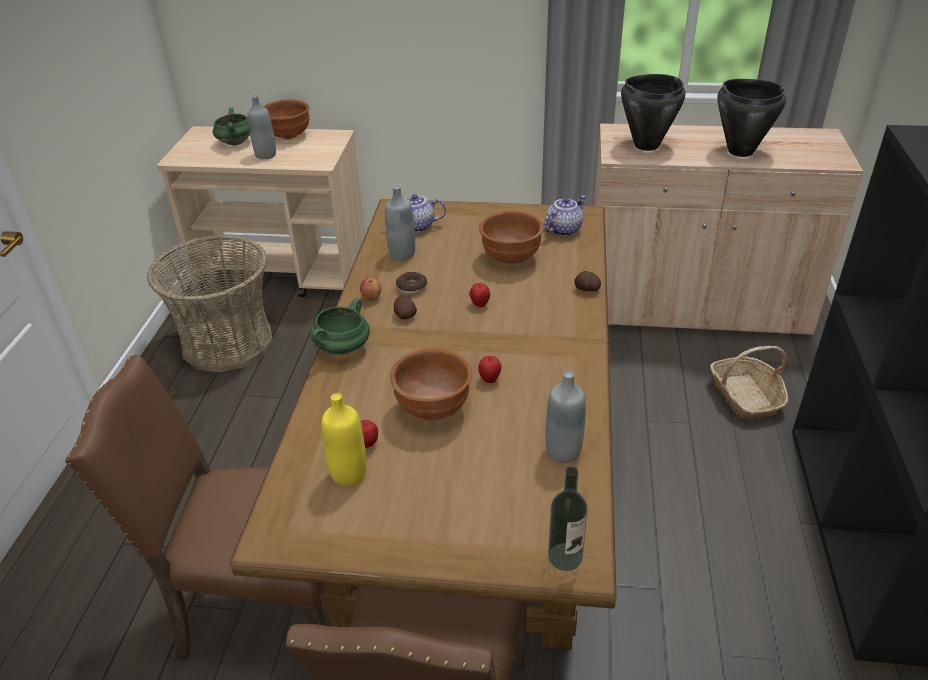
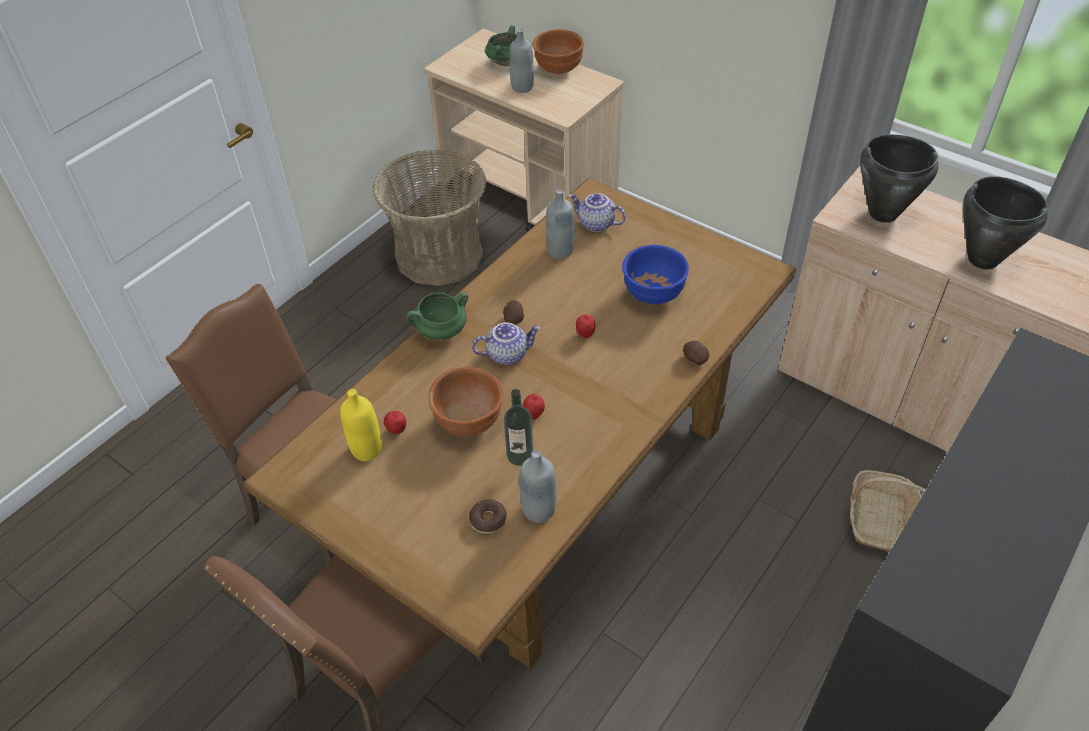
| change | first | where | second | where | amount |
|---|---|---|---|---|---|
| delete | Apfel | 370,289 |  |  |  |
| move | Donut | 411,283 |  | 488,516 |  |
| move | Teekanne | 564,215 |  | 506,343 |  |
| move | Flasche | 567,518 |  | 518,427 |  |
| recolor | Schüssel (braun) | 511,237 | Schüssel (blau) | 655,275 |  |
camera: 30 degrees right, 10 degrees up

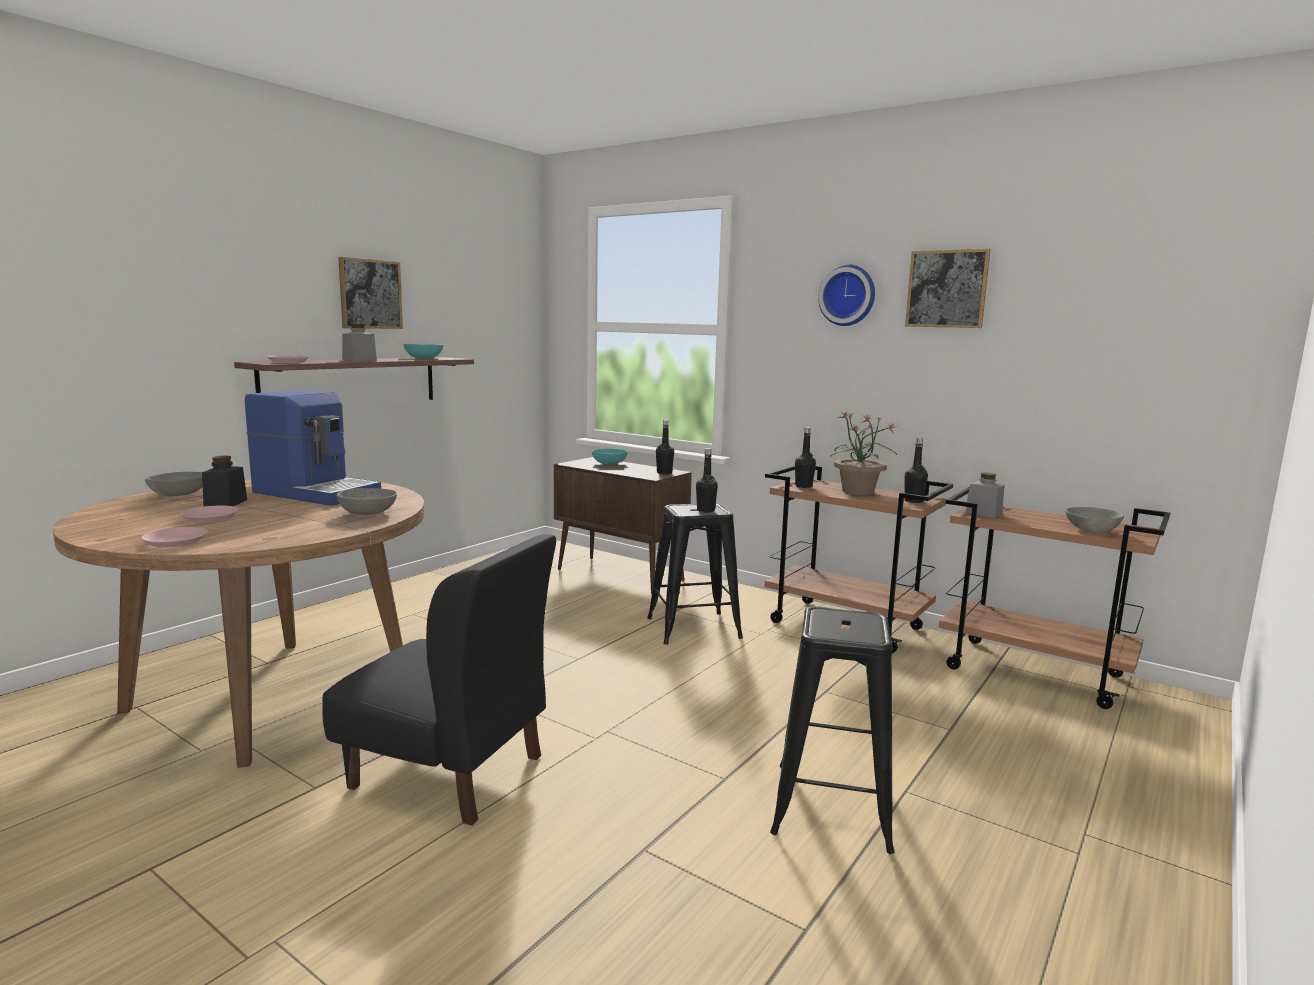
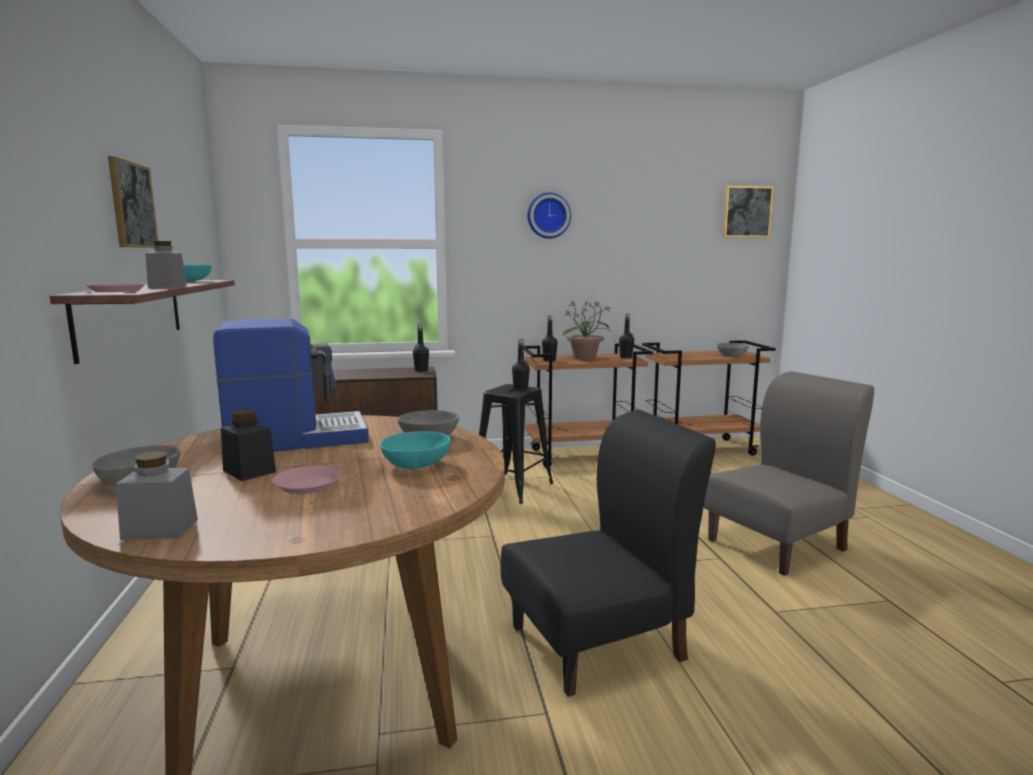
| change | first | where | second | where | amount |
|---|---|---|---|---|---|
| delete | Teller (rosa) | 174,537 |  |  |  |
| move | Schüssel (türkis) | 610,456 |  | 415,450 |  |
| move | Bild | 948,288 |  | 748,211 |  |
| move | Vorratsglas (grau) | 984,495 |  | 157,495 |  |
| replace | Hocker (schwarz) | 832,730 | Stuhl (grau) | 788,473 |  |
camera: 45 degrees left, 0 degrees up

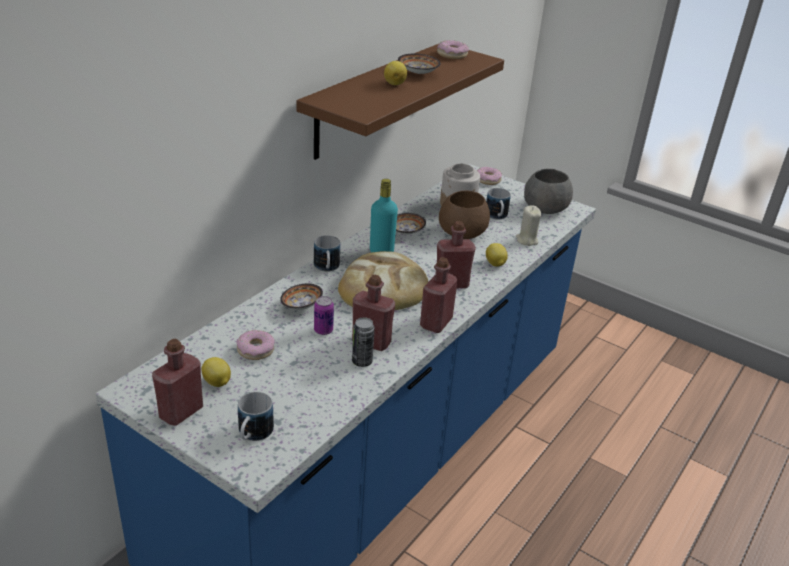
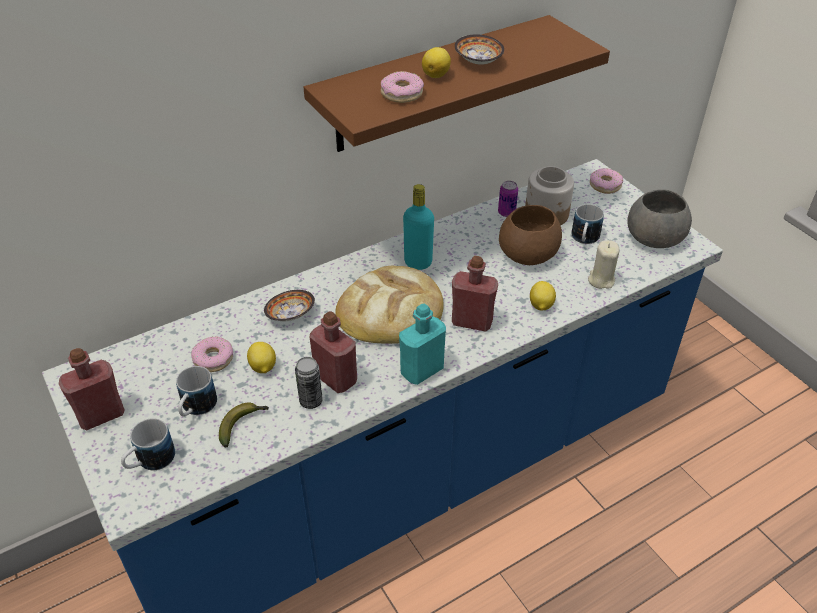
| change | first | where | second | where | amount |
|---|---|---|---|---|---|
| delete | Schüssel | 411,224 |  |  |  |
| insert |  |  | Banane | 244,425 |  |
| move | Zitrone | 216,372 |  | 261,357 |  |
| move | Henkelbecher | 327,253 |  | 196,391 |  |
| move | Dose | 324,315 |  | 508,199 |  |
| move | Donut | 453,49 |  | 402,87 |  |
| recolor | Flasche (rot) | 439,295 | Flasche (türkis) | 422,344 |  |
camera: 25 degrees right, 10 degrees up

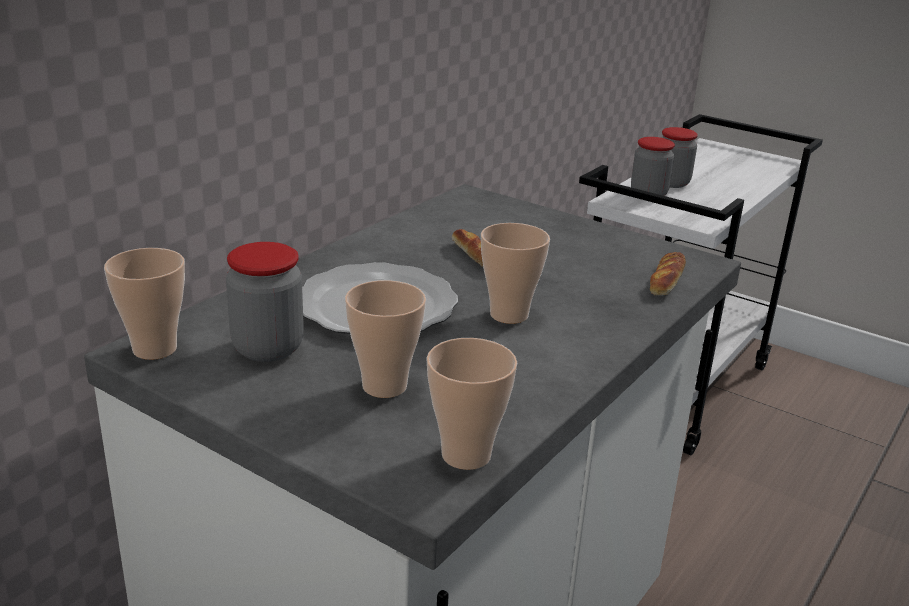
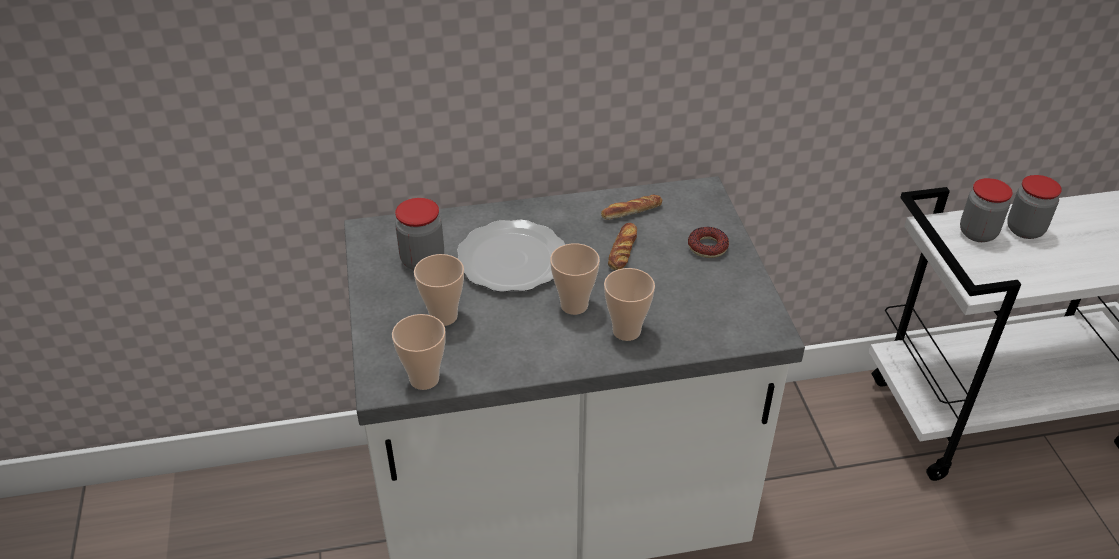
| change | first | where | second | where | amount |
|---|---|---|---|---|---|
| insert |  |  | Donut | 708,242 |  |
| move | Tasse | 144,304 |  | 629,304 |  |
| move | Brot | 668,273 |  | 631,207 |  |
camera: 45 degrees right, 15 degrees up

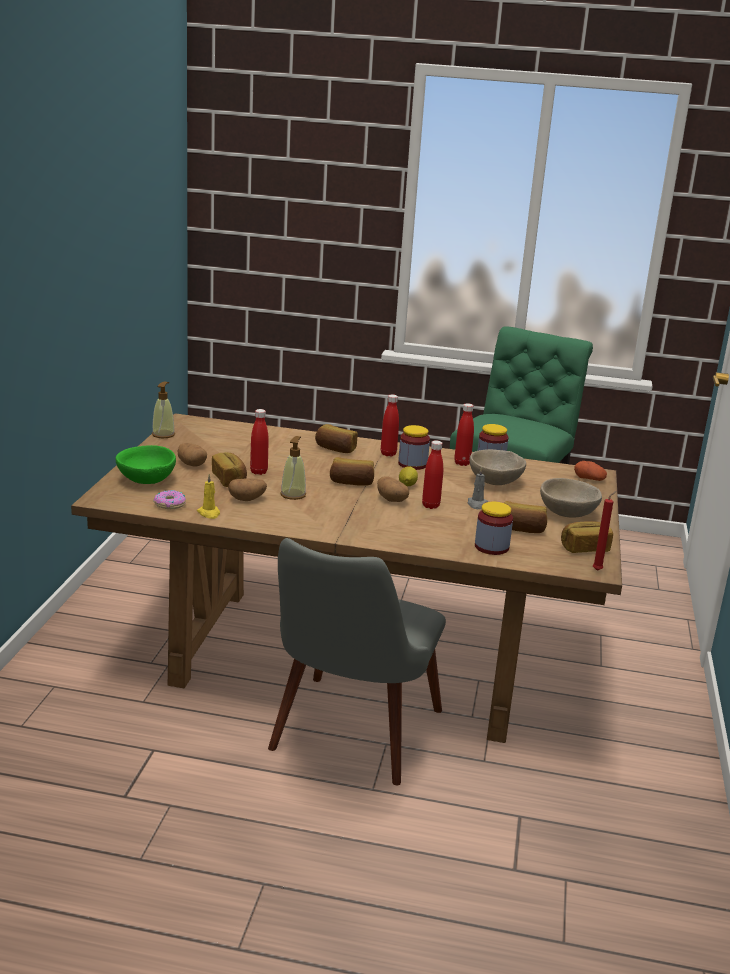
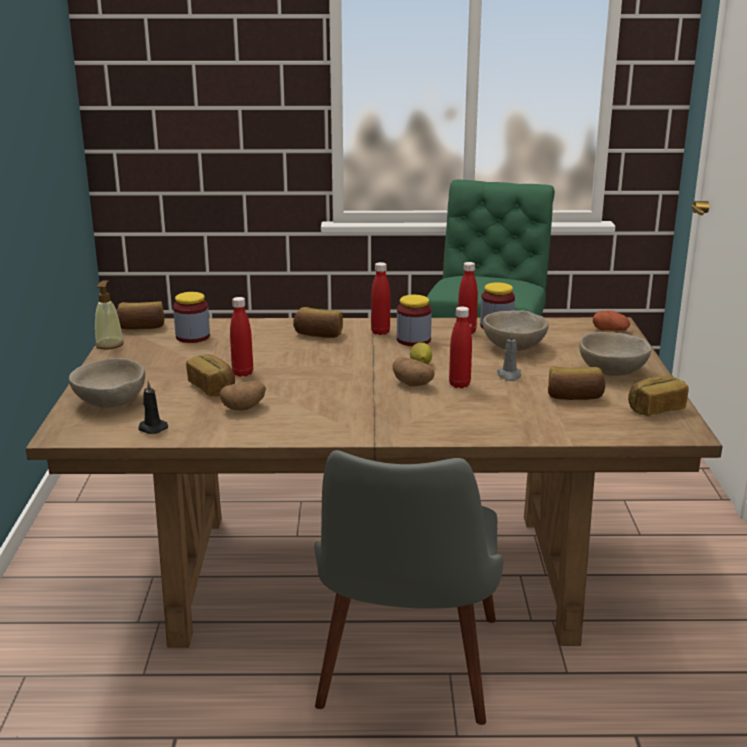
| change | first | where | second | where | amount |
|---|---|---|---|---|---|
| delete | Kartoffel | 192,455 |  |  |  |
| delete | Kerze (gelb) | 208,496 |  |  |  |
| delete | Seifenspender | 293,468 |  |  |  |
| delete | Kerze (rot) | 604,531 |  |  |  |
| move | Brot | 352,471 |  | 140,315 |  |
| move | Vorratsglas | 494,528 |  | 191,317 |  |
| replace | Donut | 170,499 | Kerze (schwarz) | 153,407 |  |
| recolor | Schüssel (grün) | 146,464 | Schüssel (beige) | 107,383 |  |
camera: 10 degrees left, 0 degrees up

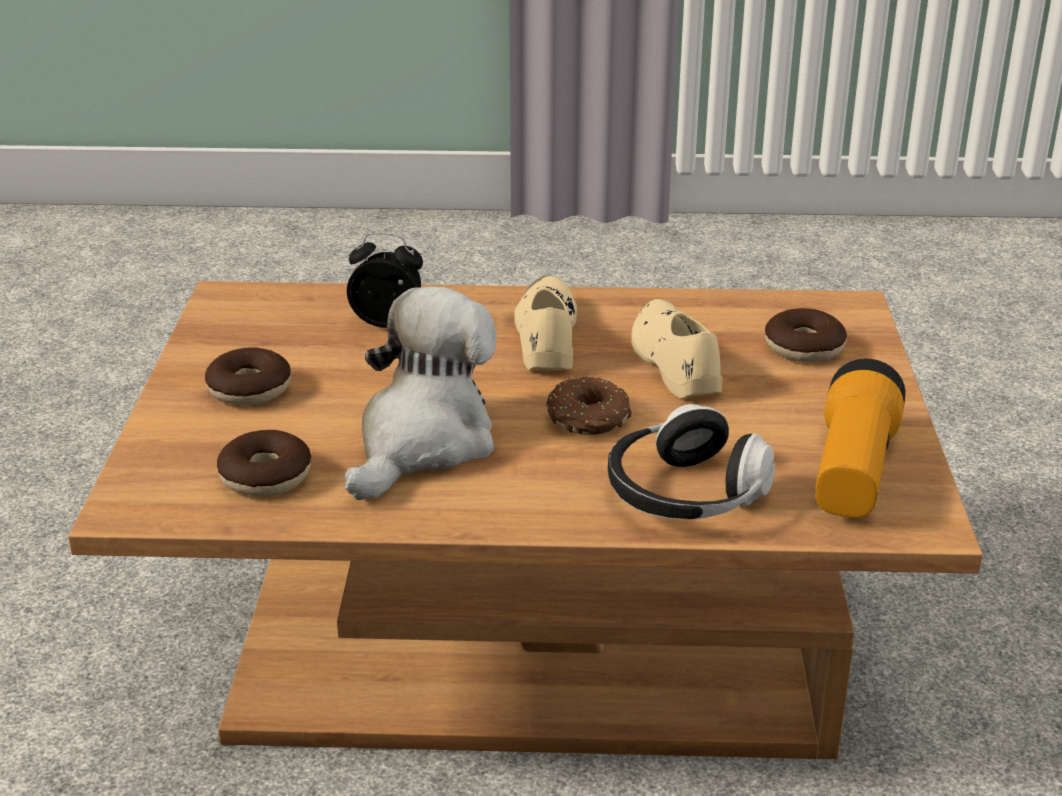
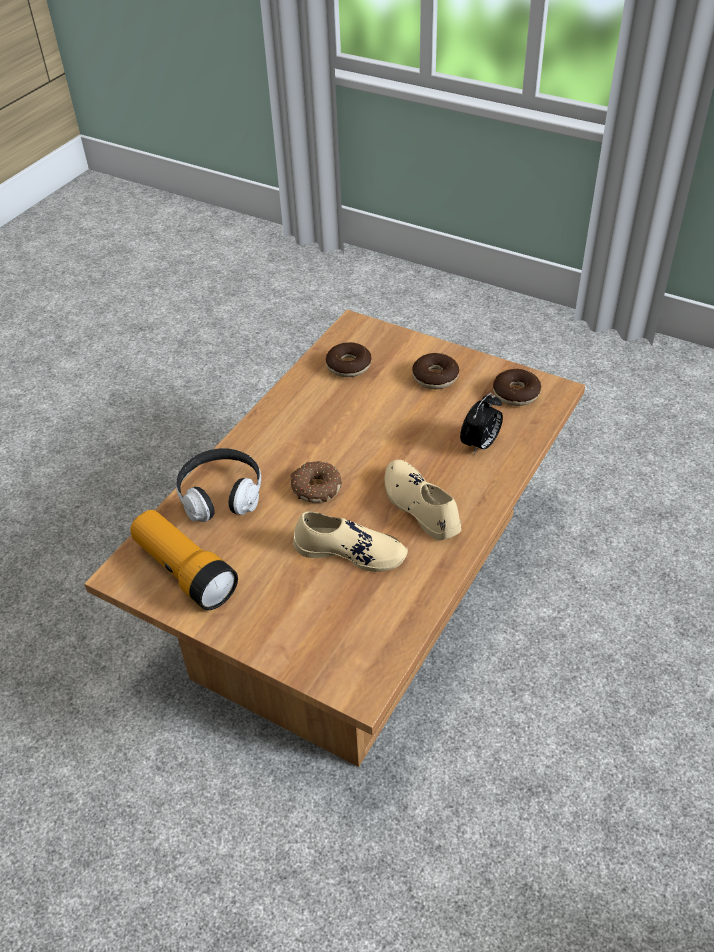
| change | first | where | second | where | amount |
|---|---|---|---|---|---|
| delete | Plüschtier | 420,393 |  |  |  |
| move | Donut | 806,335 |  | 517,387 |  |
| rotate | Schuh (beige) | 545,323 |  | 422,500 | 150 degrees counterclockwise |
camera: 120 degrees right, 15 degrees up

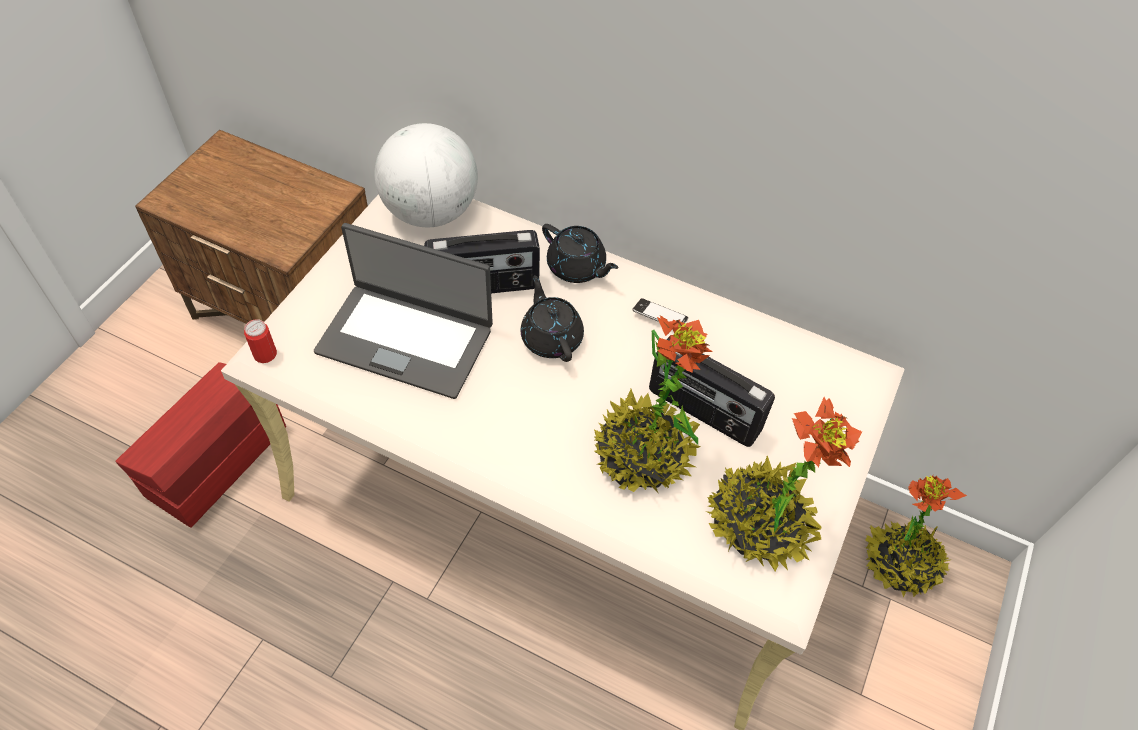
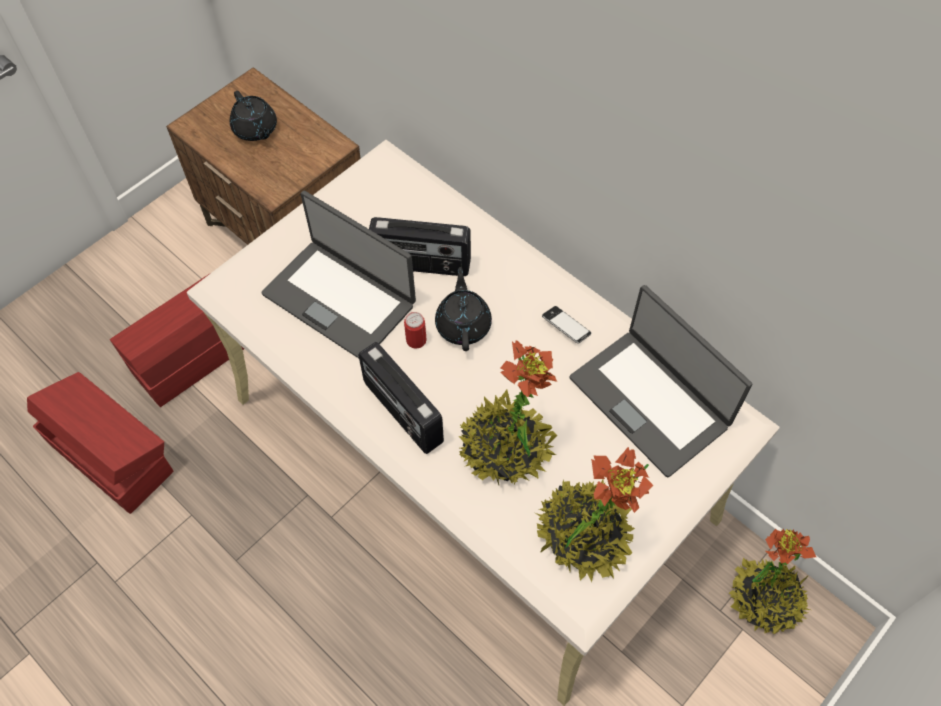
| change | first | where | second | where | amount |
|---|---|---|---|---|---|
| delete | Globus | 426,175 |  |  |  |
| insert |  |  | Aufbewahrungsbox (rot) | 100,443 |  |
| insert |  |  | Laptop | 661,381 |  |
| move | Dose | 260,341 |  | 415,330 |  |
| move | Teekanne (schwarz) | 580,253 |  | 253,116 |  |
| move | Radio | 712,392 |  | 401,398 |  |
camera: 20 degrees right, 5 degrees up

